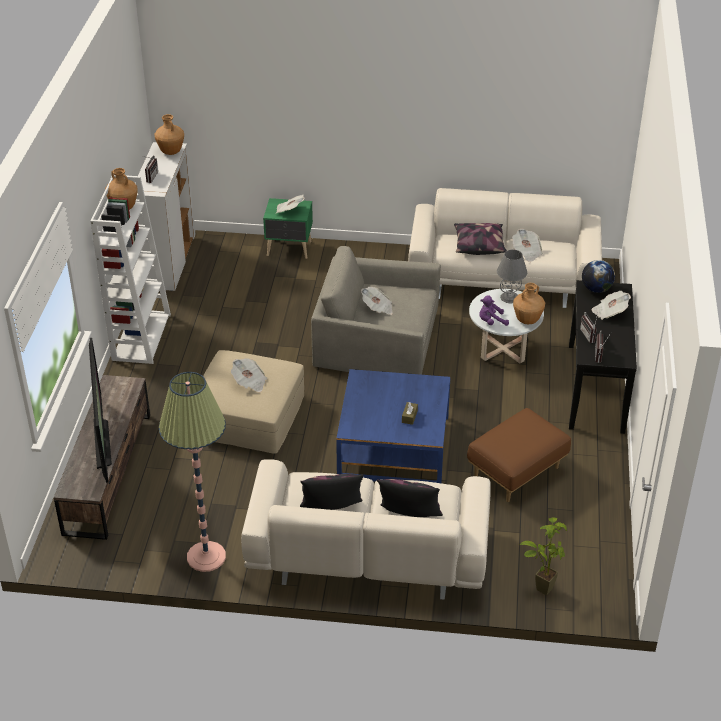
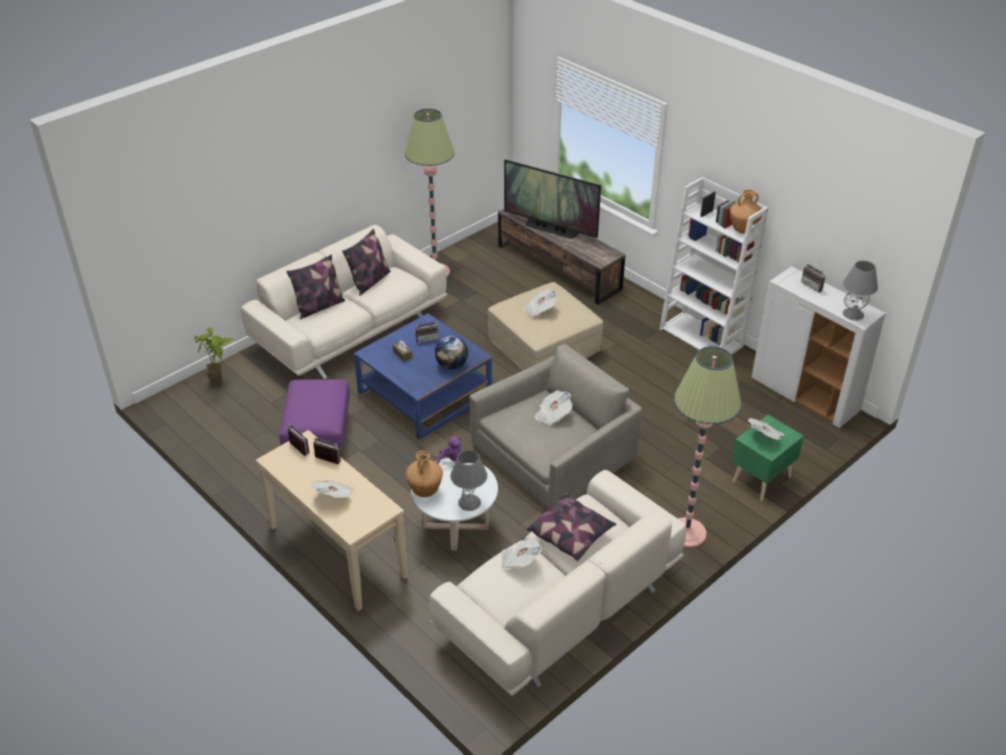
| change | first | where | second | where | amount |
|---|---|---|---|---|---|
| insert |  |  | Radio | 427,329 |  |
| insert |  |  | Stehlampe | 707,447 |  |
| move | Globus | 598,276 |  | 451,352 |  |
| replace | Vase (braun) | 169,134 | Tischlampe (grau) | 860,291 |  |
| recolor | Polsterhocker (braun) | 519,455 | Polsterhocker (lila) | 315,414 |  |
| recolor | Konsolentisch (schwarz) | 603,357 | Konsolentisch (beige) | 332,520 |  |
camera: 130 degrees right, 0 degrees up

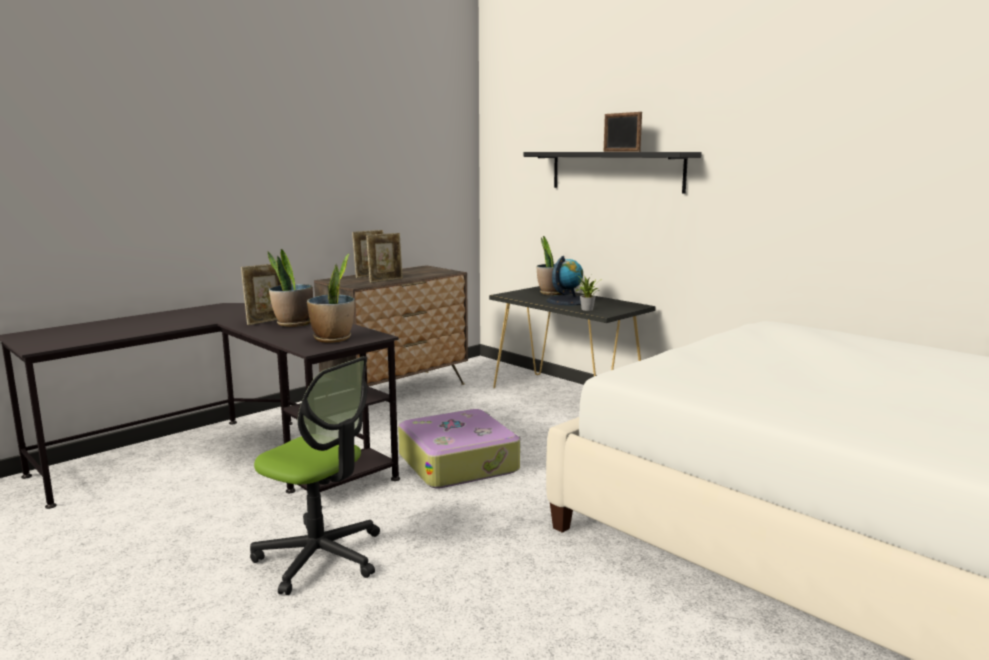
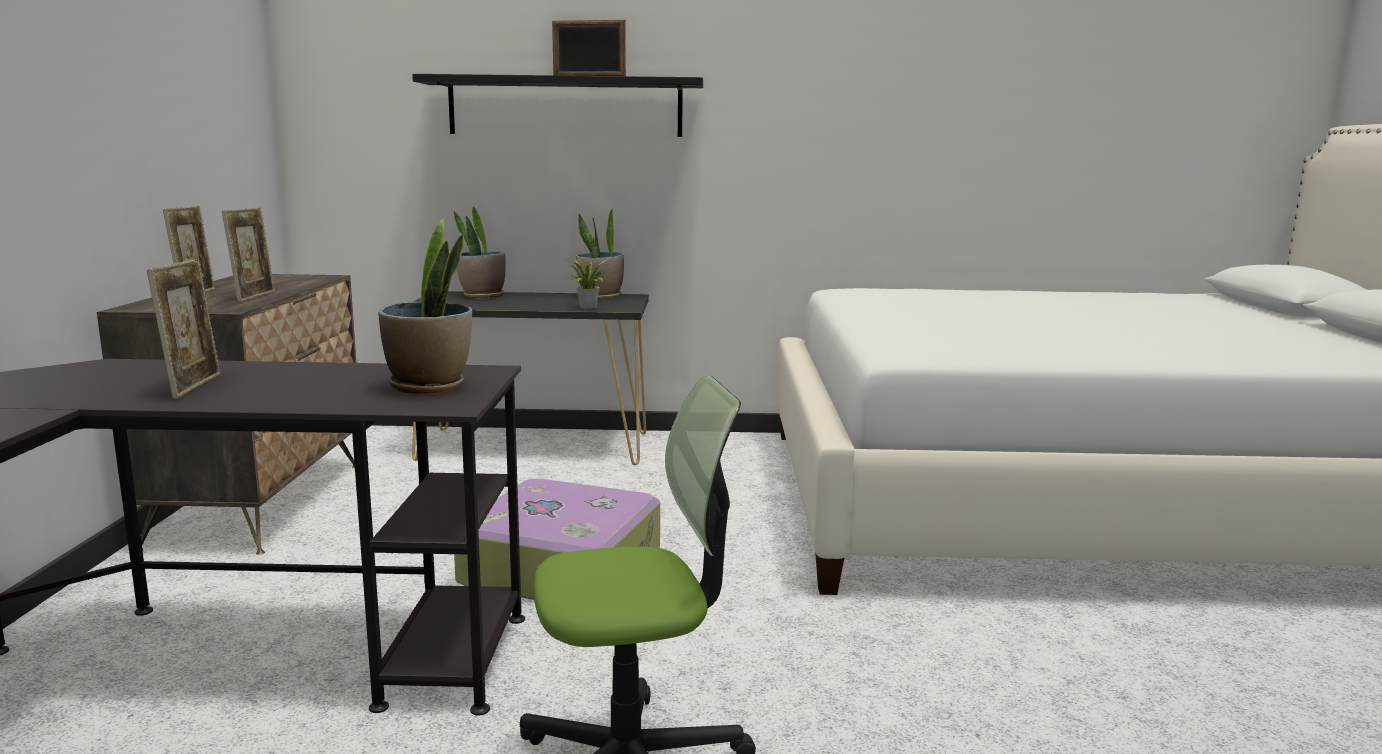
| change | first | where | second | where | amount |
|---|---|---|---|---|---|
| delete | Globus | 564,281 |  |  |  |
| move | Topfpflanze | 290,288 |  | 600,254 |  |
camera: 45 degrees left, 0 degrees up

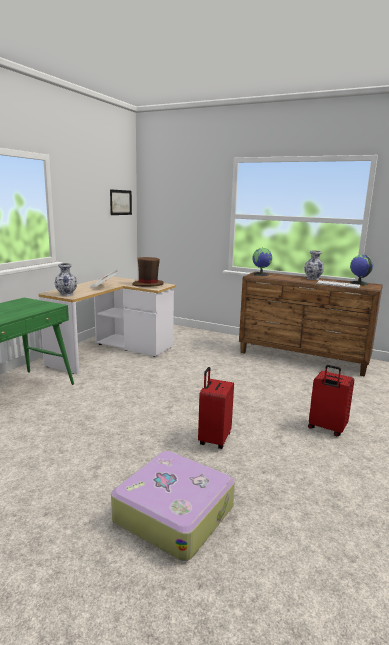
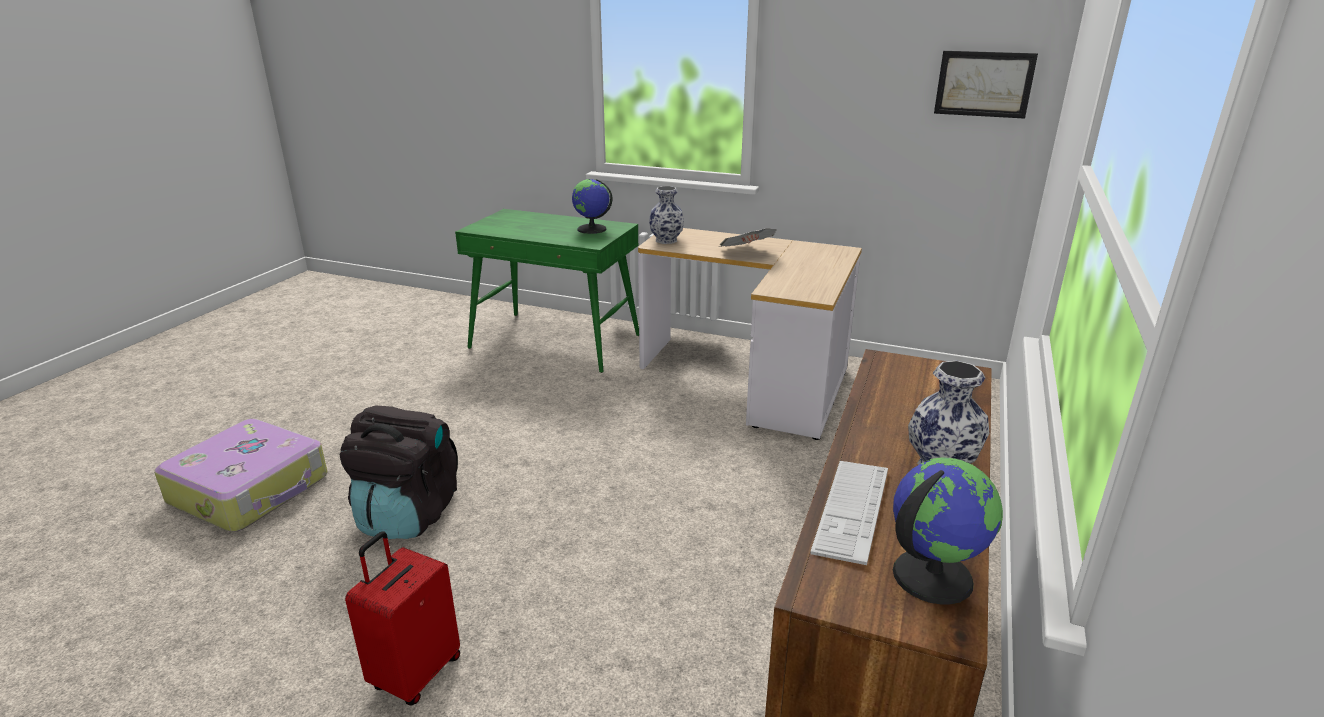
| change | first | where | second | where | amount |
|---|---|---|---|---|---|
| delete | Hut (braun) | 148,272 |  |  |  |
| move | Globus | 262,261 |  | 592,206 |  |
| replace | Koffer (rot) | 216,408 | Rucksack (schwarz) | 399,472 |  |
camera: 85 degrees right, 10 degrees up

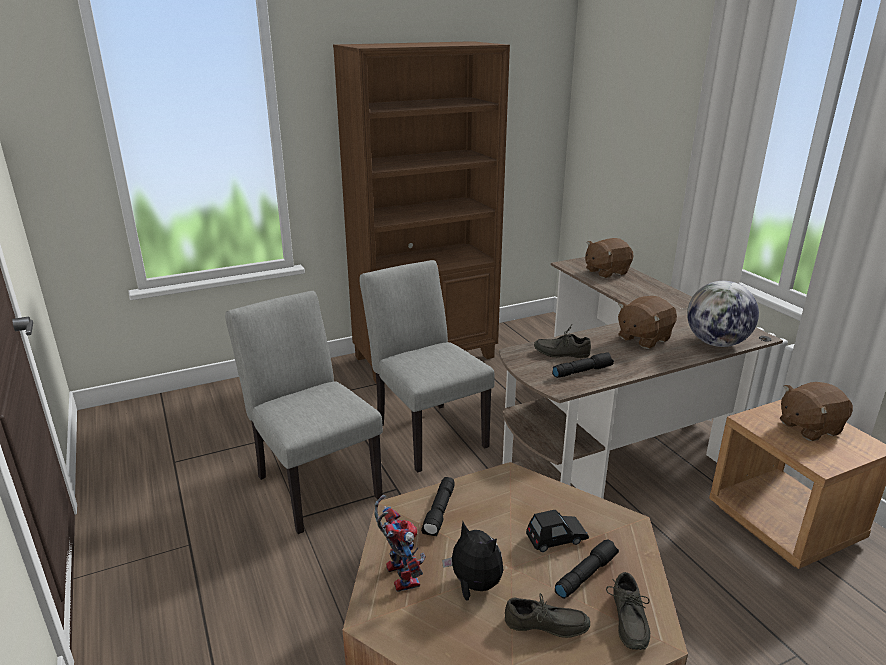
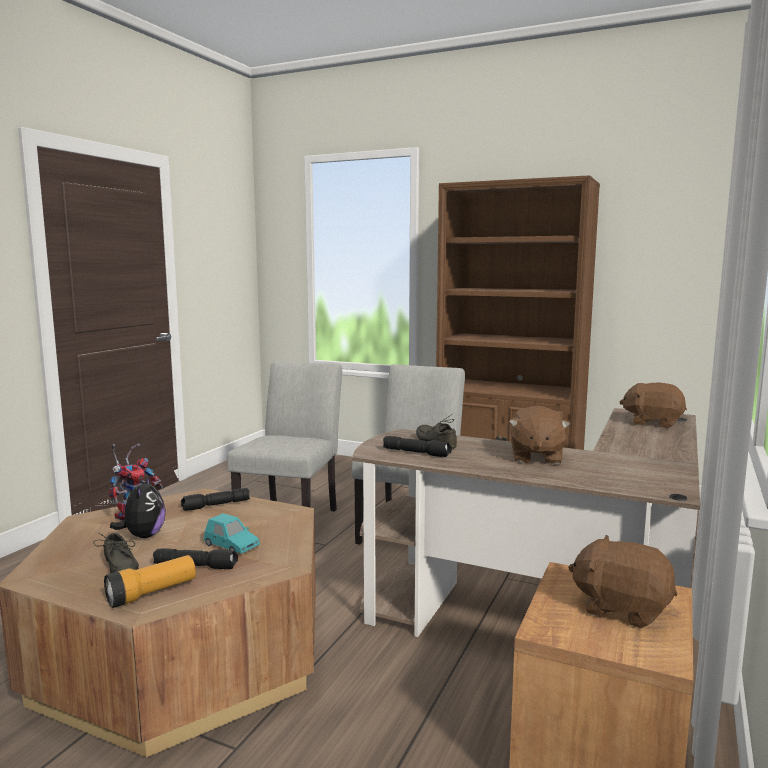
| change | first | where | second | where | amount |
|---|---|---|---|---|---|
| delete | Globus | 723,314 |  |  |  |
| replace | Schuh (grau) | 628,611 | Taschenlampe | 150,581 |  |
| recolor | Spielzeugauto (schwarz) | 557,531 | Spielzeugauto (türkis) | 232,533 |  |
| rotate | Plüschtier (braun) | 647,322 |  | 539,435 | 90 degrees counterclockwise |
camera: 50 degrees right, 15 degrees down

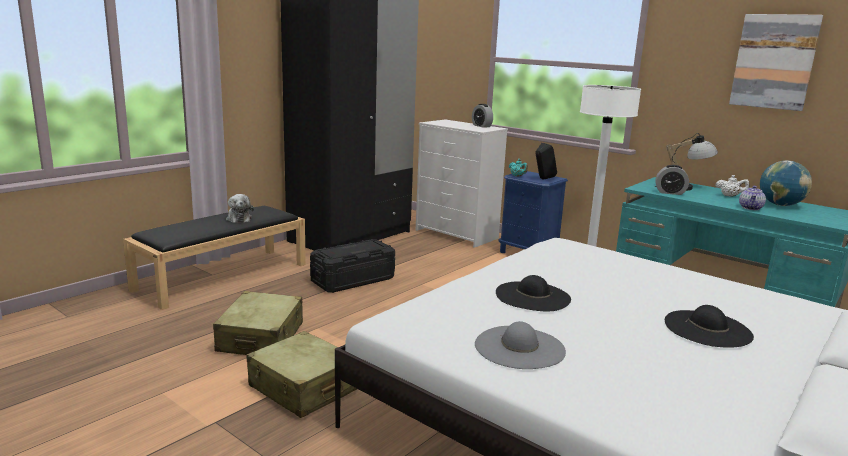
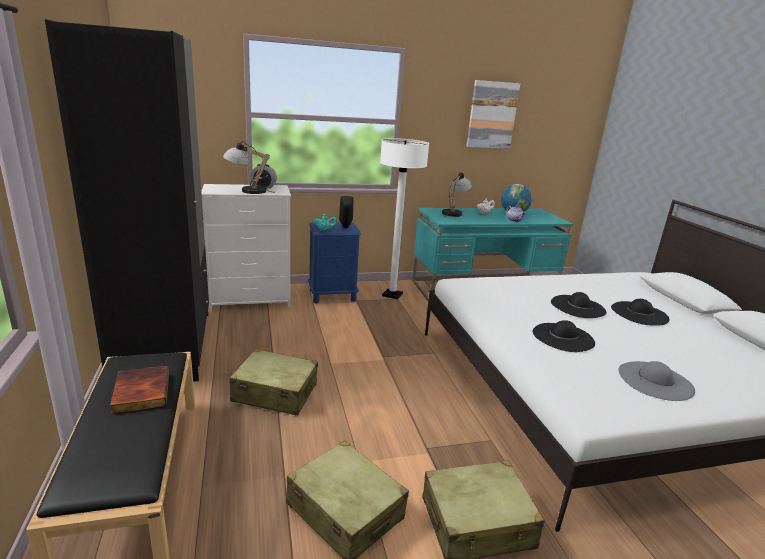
| change | first | where | second | where | amount |
|---|---|---|---|---|---|
| delete | Wecker | 672,180 |  |  |  |
| insert |  |  | Tischlampe | 247,167 |  |
| insert |  |  | Hut (schwarz) | 579,305 |  |
| replace | Plüschtier | 240,208 | Buch | 139,390 |  |
| replace | Aufbewahrungsbox (schwarz) | 352,266 | Koffer (beige) | 274,382 |  |
camera: 55 degrees left, 5 degrees up

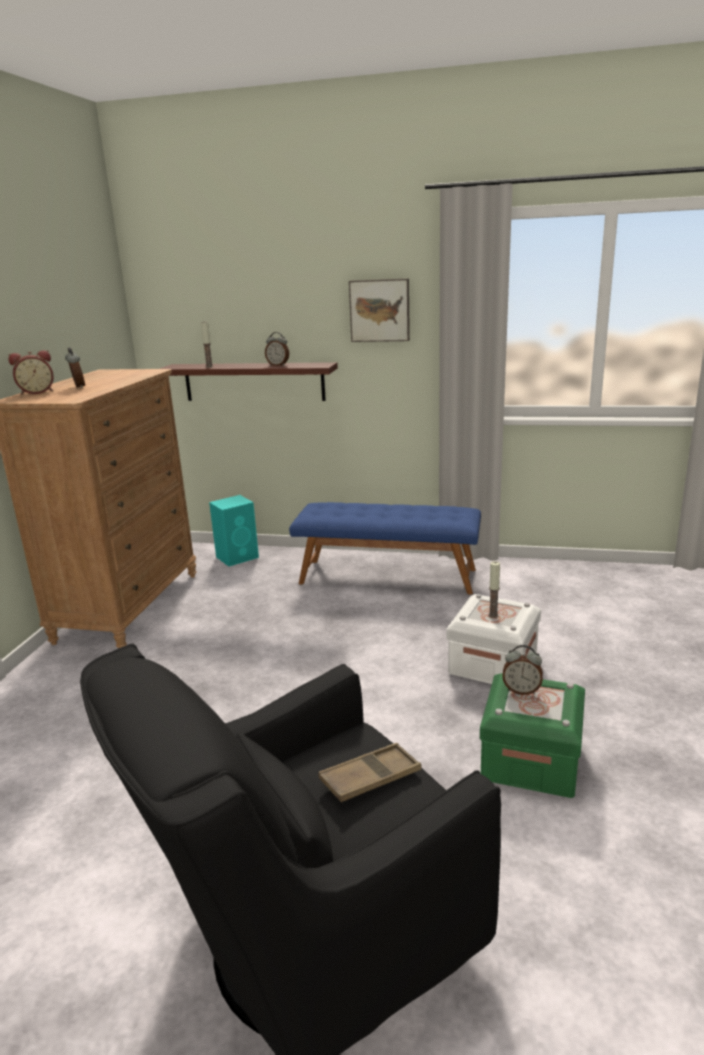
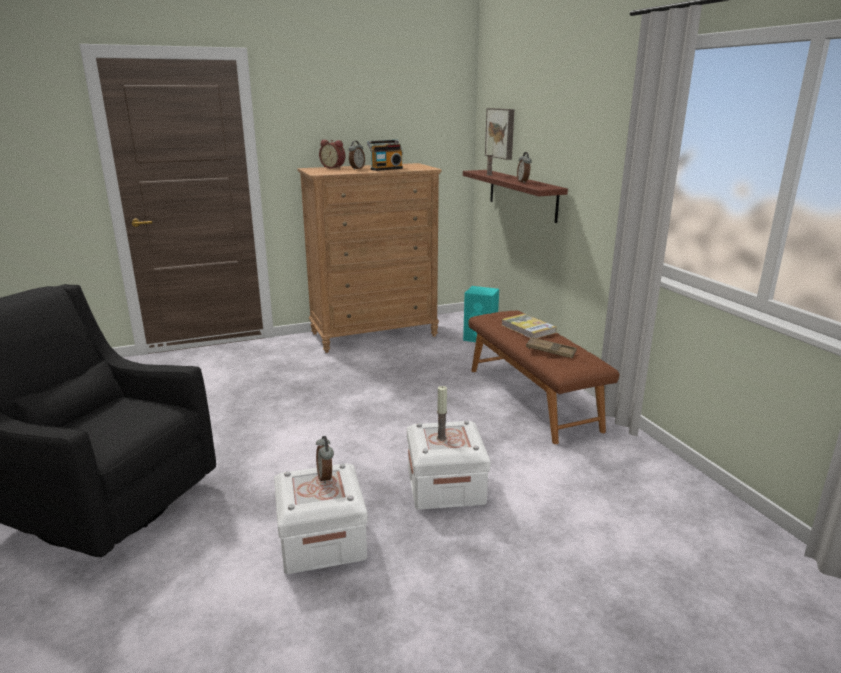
| change | first | where | second | where | amount |
|---|---|---|---|---|---|
| insert |  |  | Radio | 385,155 |  |
| insert |  |  | Buch | 529,326 |  |
| move | Tablett (braun) | 369,772 |  | 551,347 |  |
| move | Bild | 379,310 |  | 499,134 |  |
| recolor | Bank (blau) | 385,548 | Bank (braun) | 543,377 |  |
| recolor | Aufbewahrungsbox (grün) | 532,735 | Aufbewahrungsbox (weiß) | 321,518 |  |
camera: 55 degrees right, 0 degrees up

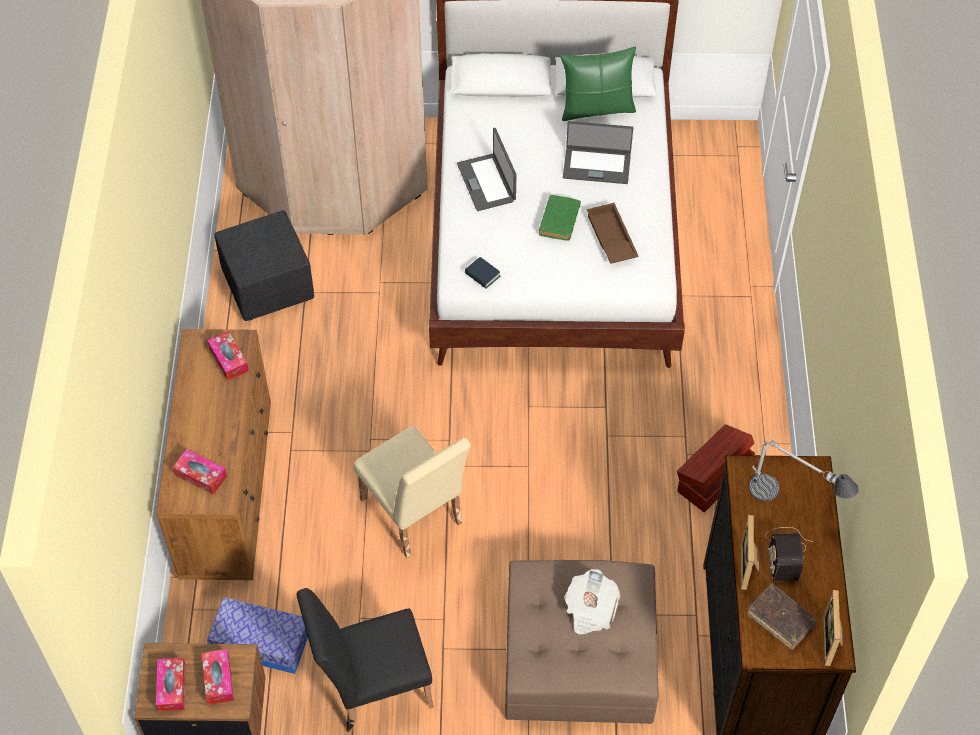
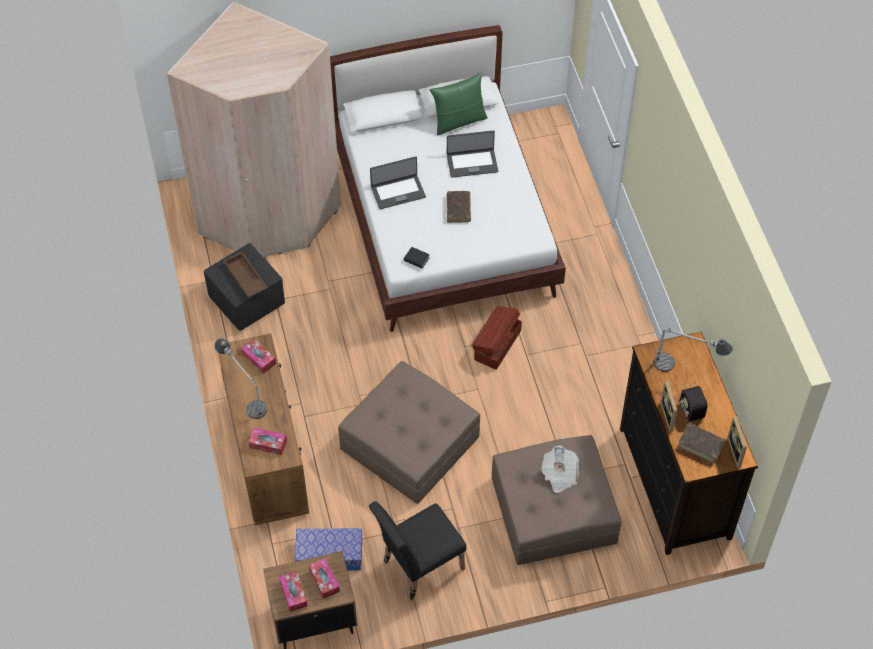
| change | first | where | second | where | amount |
|---|---|---|---|---|---|
| insert |  |  | Tischlampe | 240,379 |  |
| move | Tablett (braun) | 612,233 |  | 245,274 |  |
| move | Aufbewahrungsbox (braun) | 716,468 |  | 497,338 |  |
| replace | Stuhl (beige) | 412,492 | Polsterhocker (braun) | 409,432 |  |
| recolor | Buch (grün) | 560,218 | Buch (braun) | 459,207 |  |
| rotate | Laptop | 486,169 |  | 398,182 | 75 degrees counterclockwise |
camera: 15 degrees left, 0 degrees up

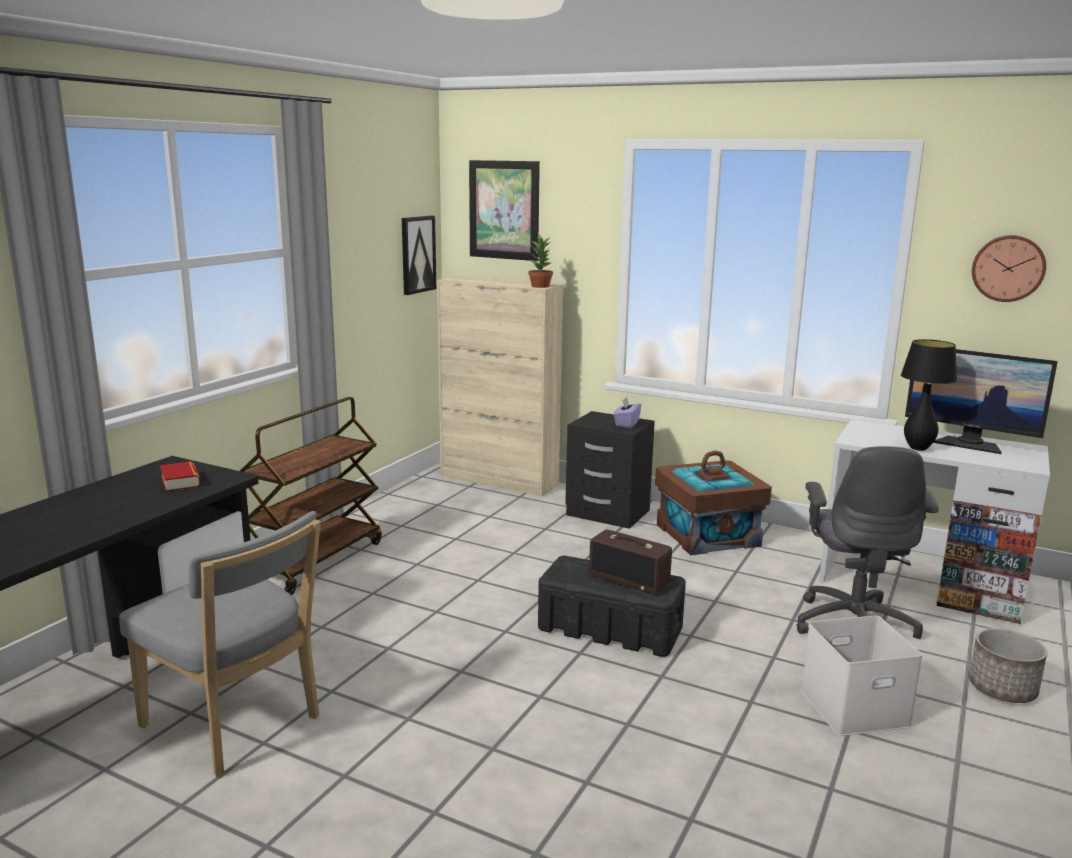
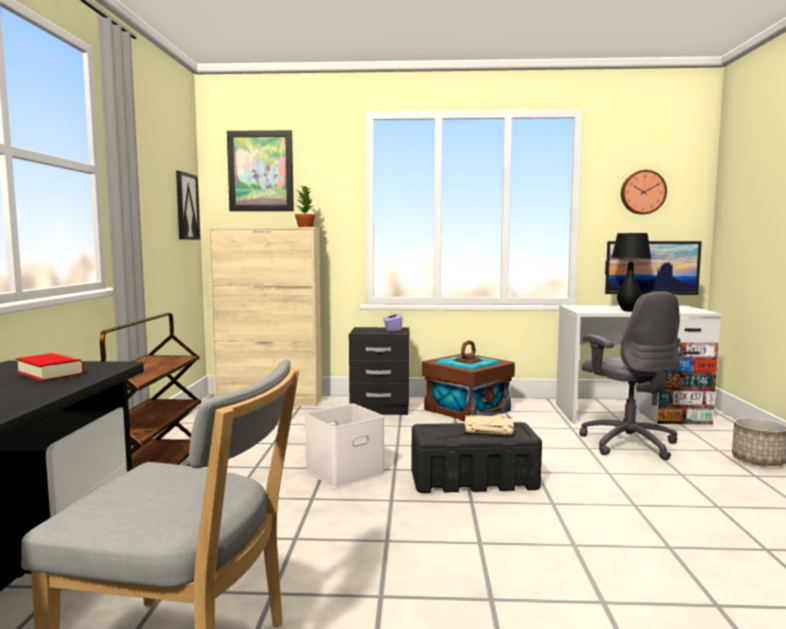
| change | first | where | second | where | amount |
|---|---|---|---|---|---|
| move | Aufbewahrungsbox (weiß) | 862,676 |  | 345,445 |  |
| replace | Radio | 630,562 | Buch (beige) | 489,425 |  |
camera: 25 degrees left, 10 degrees down

